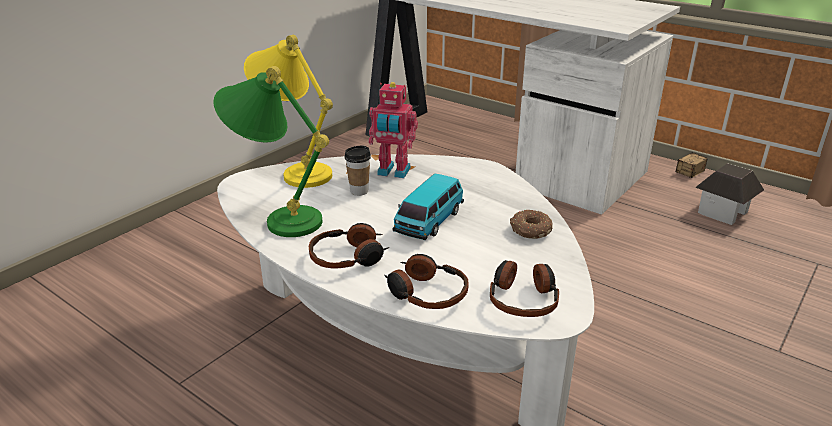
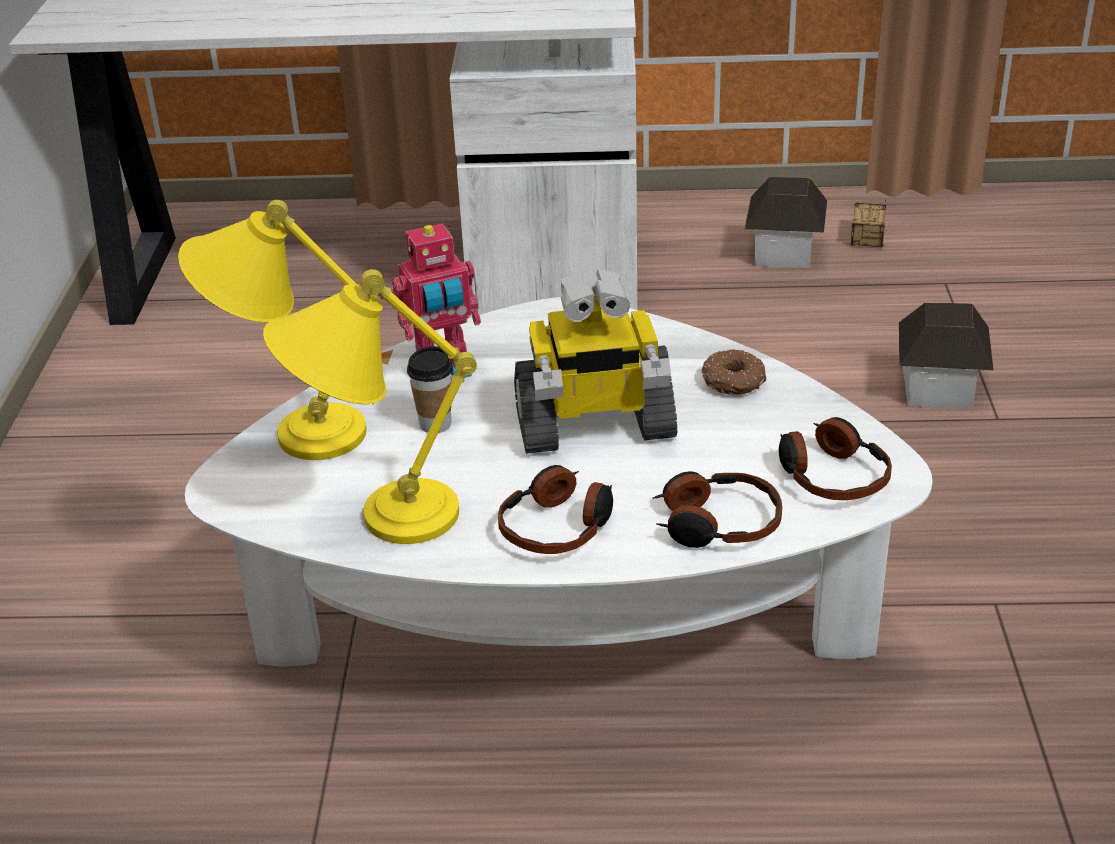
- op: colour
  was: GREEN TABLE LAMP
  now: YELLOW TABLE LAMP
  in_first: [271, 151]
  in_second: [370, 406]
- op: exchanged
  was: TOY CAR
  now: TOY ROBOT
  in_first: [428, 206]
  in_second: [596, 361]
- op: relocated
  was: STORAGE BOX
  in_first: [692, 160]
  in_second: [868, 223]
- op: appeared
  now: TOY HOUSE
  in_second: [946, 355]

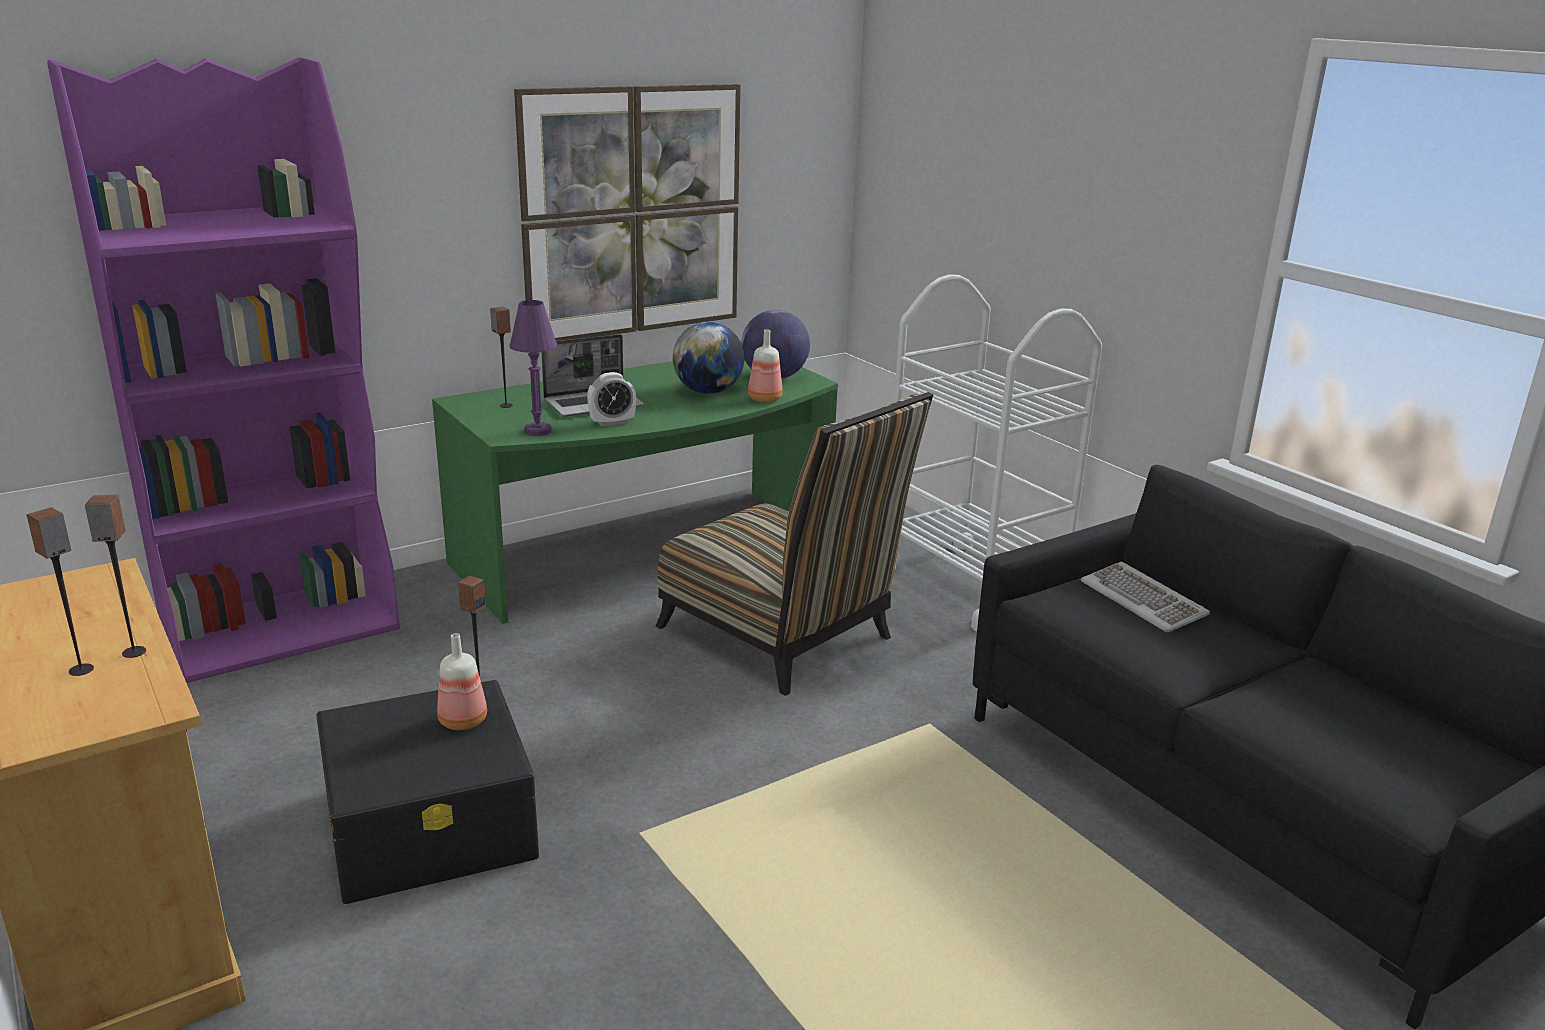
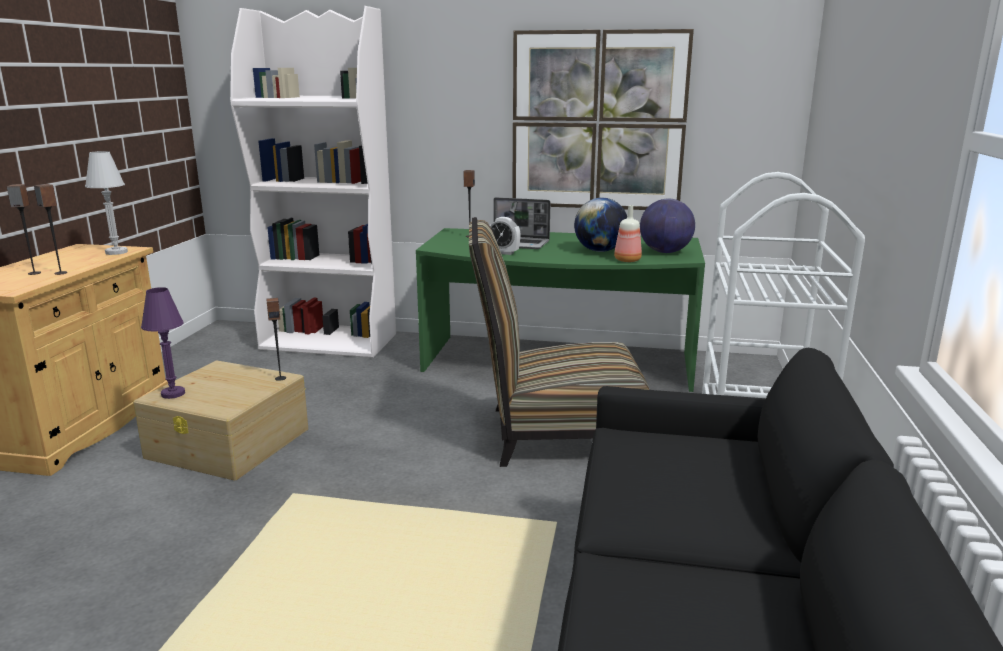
- op: appeared
  now: WHITE TABLE LAMP
  in_second: [106, 203]
- op: colour
  was: BLACK STORAGE BOX
  now: BEIGE STORAGE BOX
  in_first: [428, 792]
  in_second: [220, 420]
- op: relocated
  was: PURPLE TABLE LAMP
  in_first: [533, 368]
  in_second: [163, 343]
- op: colour
  was: PURPLE BOOKCASE
  now: WHITE BOOKCASE
  in_first: [223, 370]
  in_second: [313, 182]
- op: spun
  was: CHAIR
  in_first: [794, 544]
  in_second: [559, 342]
  clockwise: 90
- op: missing
  was: BOTTLE
  in_first: [462, 681]
- op: missing
  was: KEYBOARD
  in_first: [1145, 597]

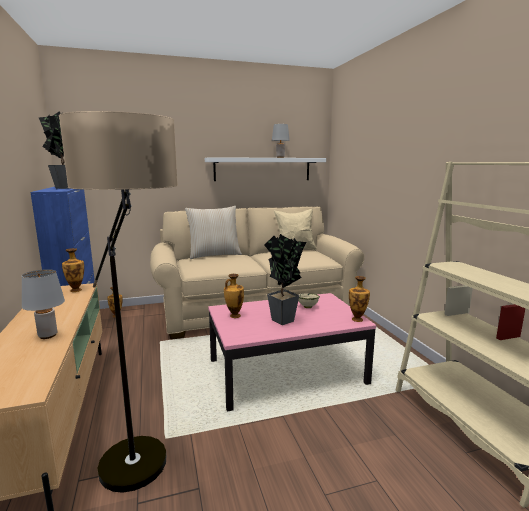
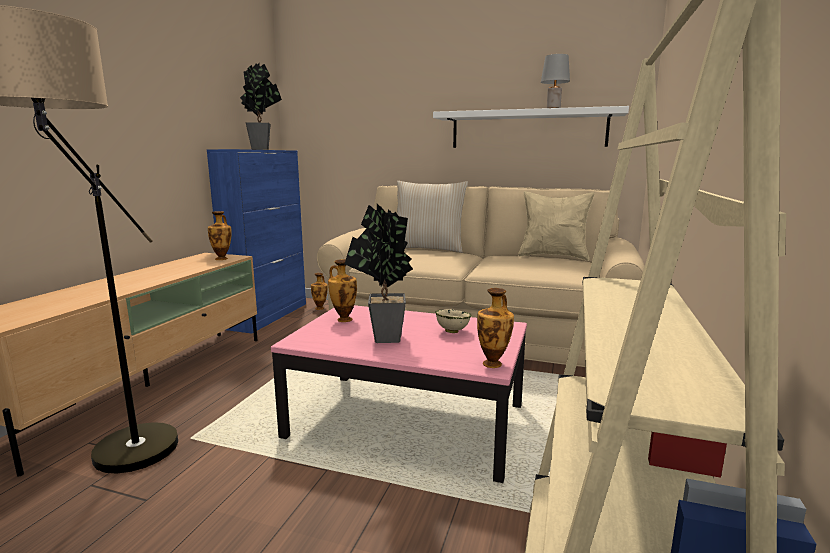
- op: missing
  was: GREY TABLE LAMP
  in_first: [43, 304]

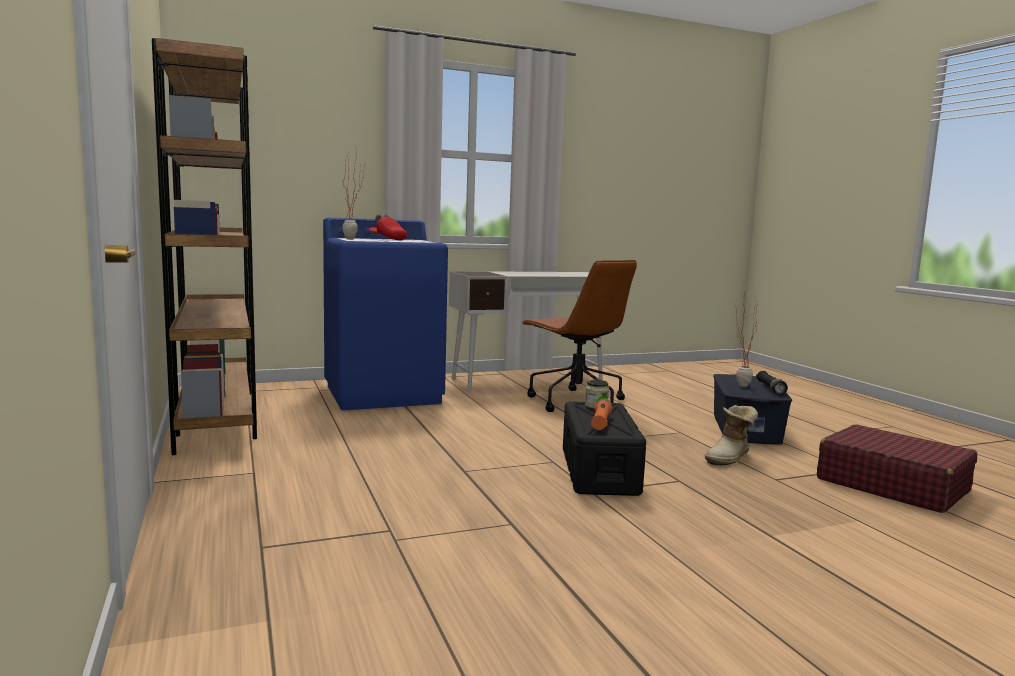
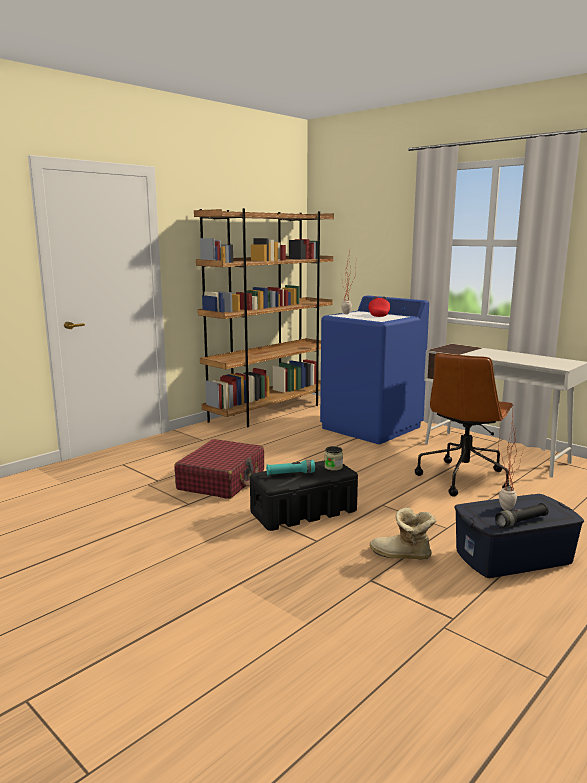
- op: relocated
  was: RED SUITCASE
  in_first: [897, 468]
  in_second: [219, 469]
- op: colour
  was: ORANGE FLASHLIGHT
  now: TURQUOISE FLASHLIGHT
  in_first: [601, 414]
  in_second: [290, 467]

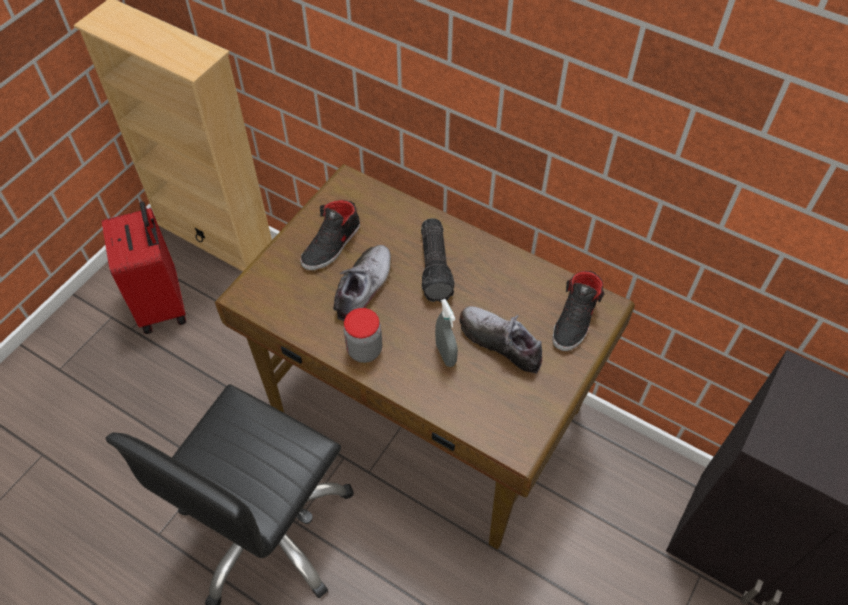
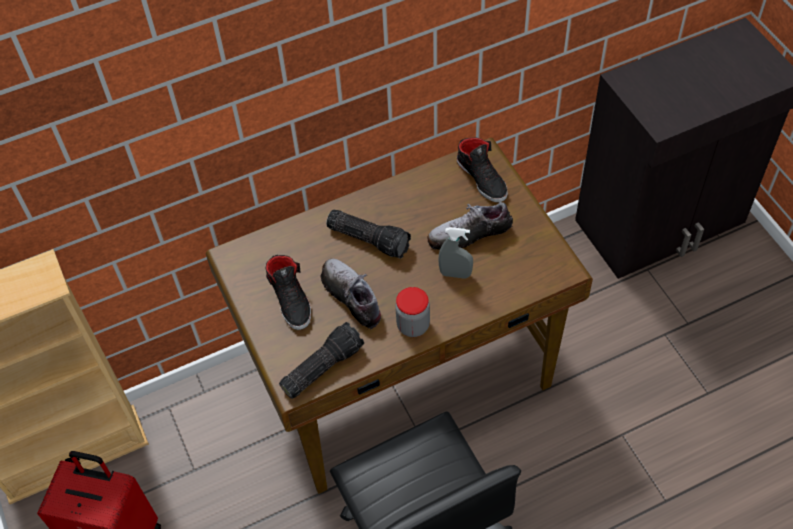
- op: appeared
  now: FLASHLIGHT
  in_second: [321, 360]

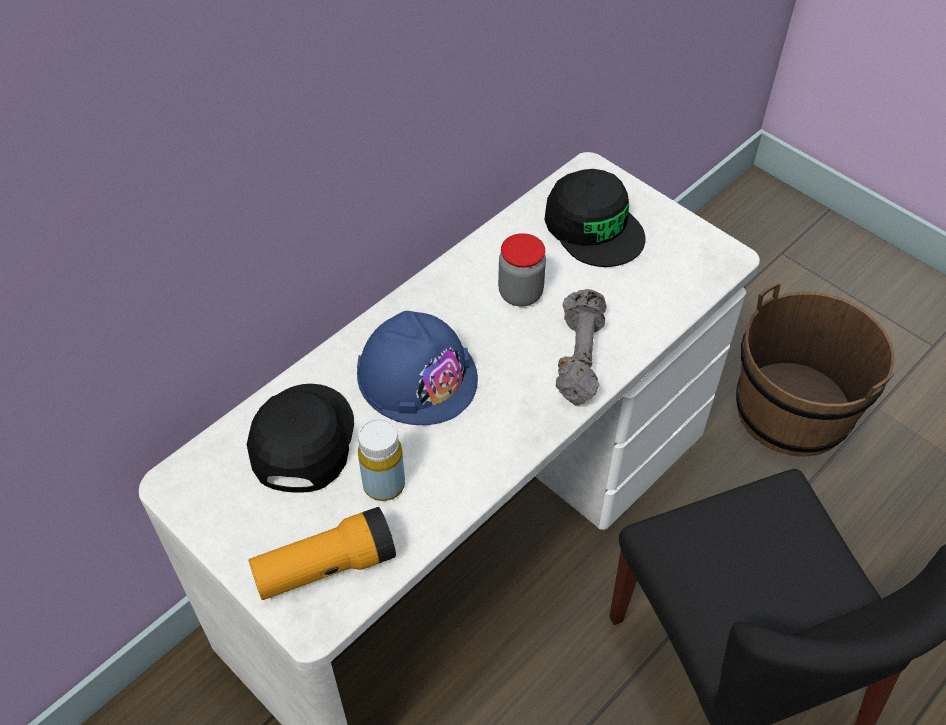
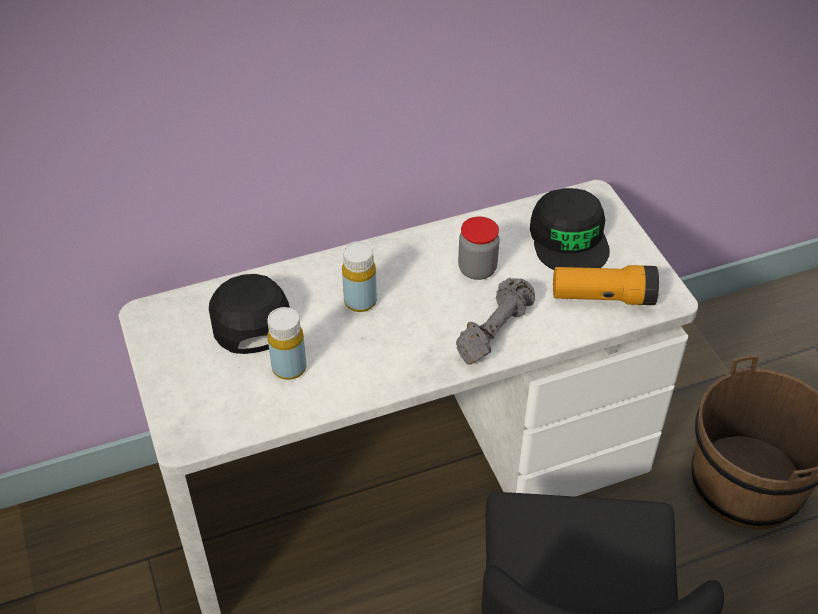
- op: spun
  was: BLACK CAP
  in_first: [300, 438]
  in_second: [249, 314]
  clockwise: -45
- op: exchanged
  was: BLUE HARD HAT
  now: YELLOW BOTTLE
  in_first: [417, 368]
  in_second: [359, 276]
- op: relocated
  was: FLASHLIGHT
  in_first: [322, 553]
  in_second: [606, 285]

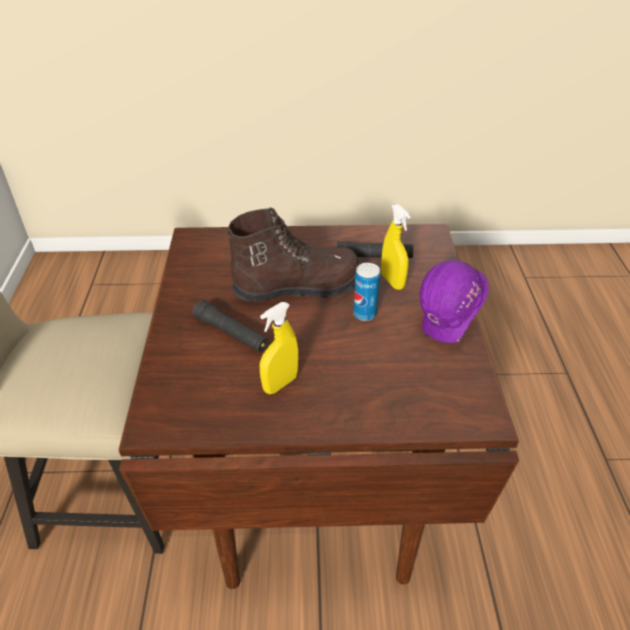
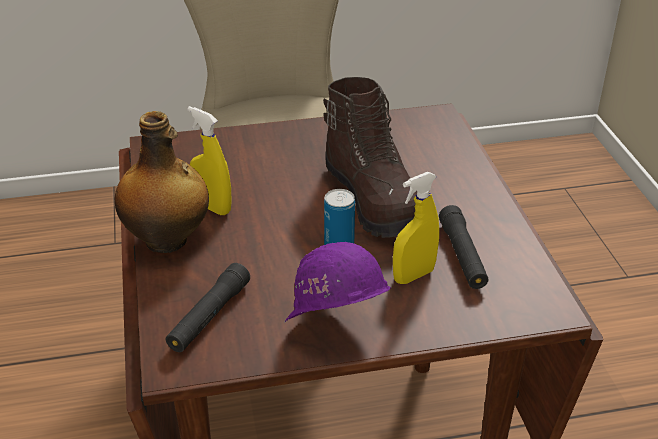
- op: appeared
  now: BOTTLE
  in_second: [161, 182]
- op: relocated
  was: BLACK FLASHLIGHT
  in_first: [231, 326]
  in_second: [208, 307]

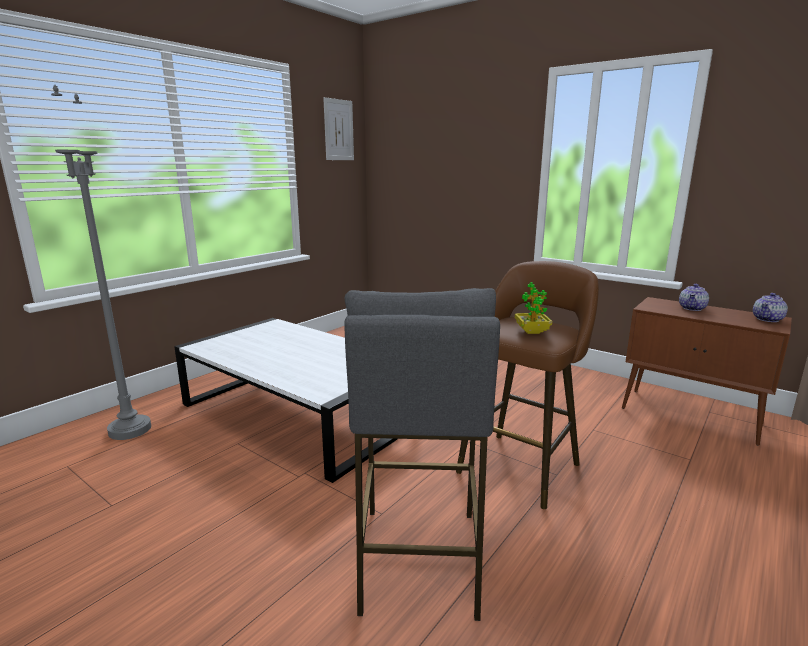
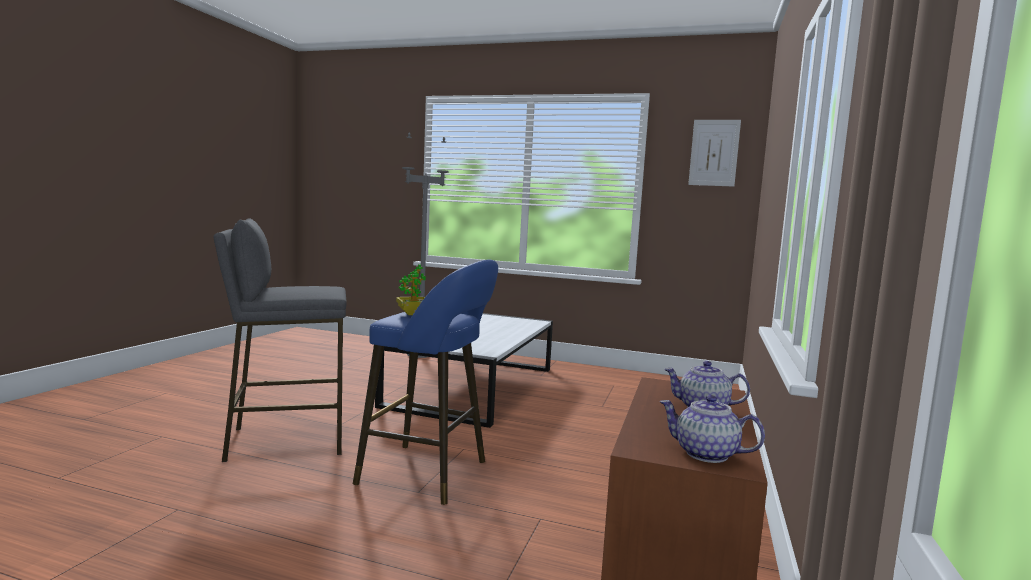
- op: colour
  was: BROWN STOOL
  now: BLUE STOOL
  in_first: [527, 385]
  in_second: [425, 382]

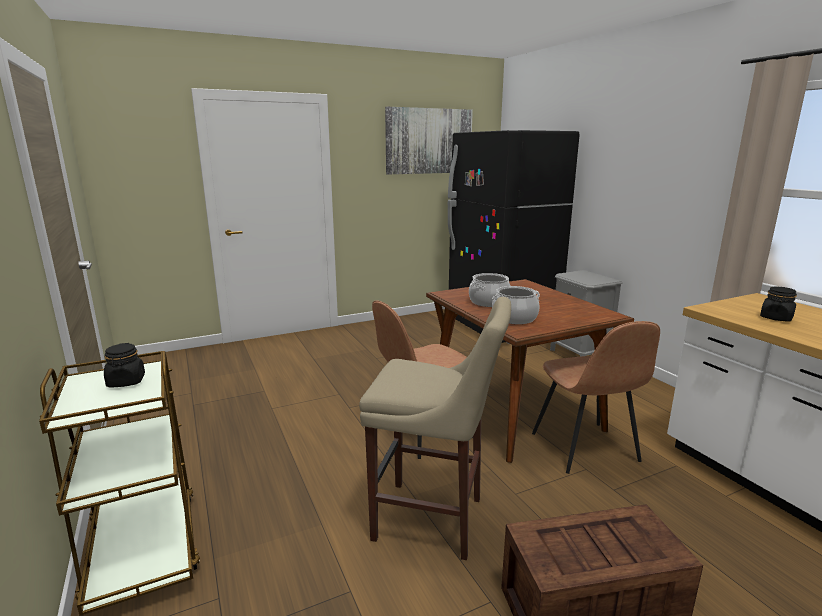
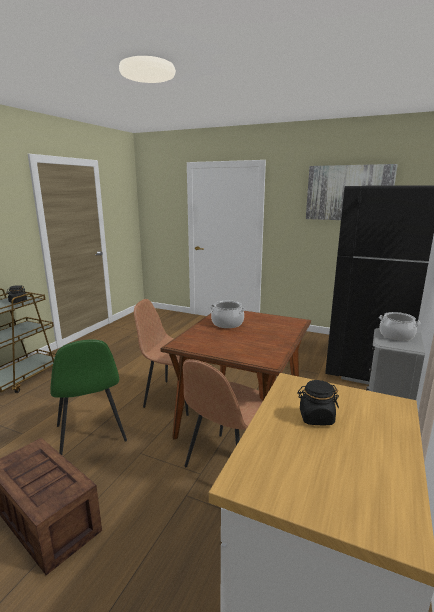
- op: exchanged
  was: BEIGE STOOL
  now: GREEN CHAIR
  in_first: [435, 428]
  in_second: [88, 397]
- op: relocated
  was: COOKING POT
  in_first: [516, 305]
  in_second: [399, 326]

